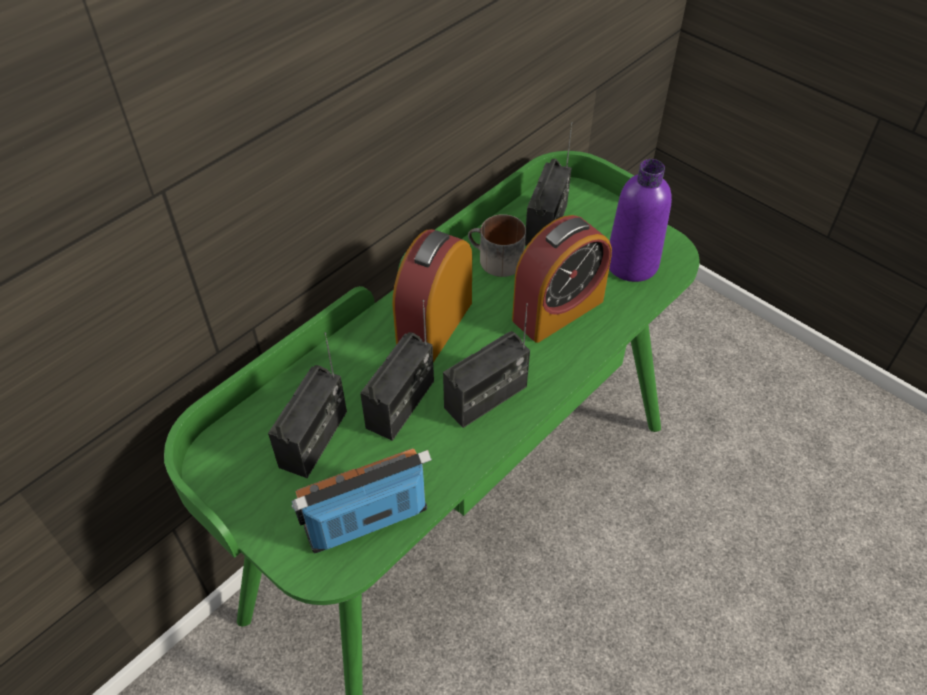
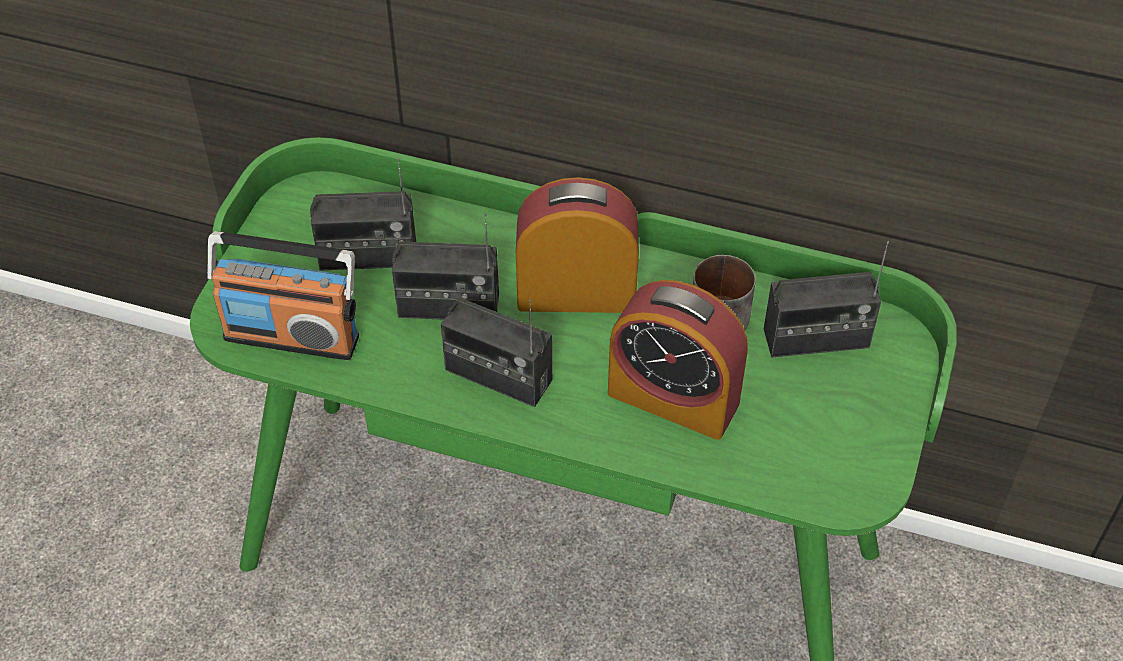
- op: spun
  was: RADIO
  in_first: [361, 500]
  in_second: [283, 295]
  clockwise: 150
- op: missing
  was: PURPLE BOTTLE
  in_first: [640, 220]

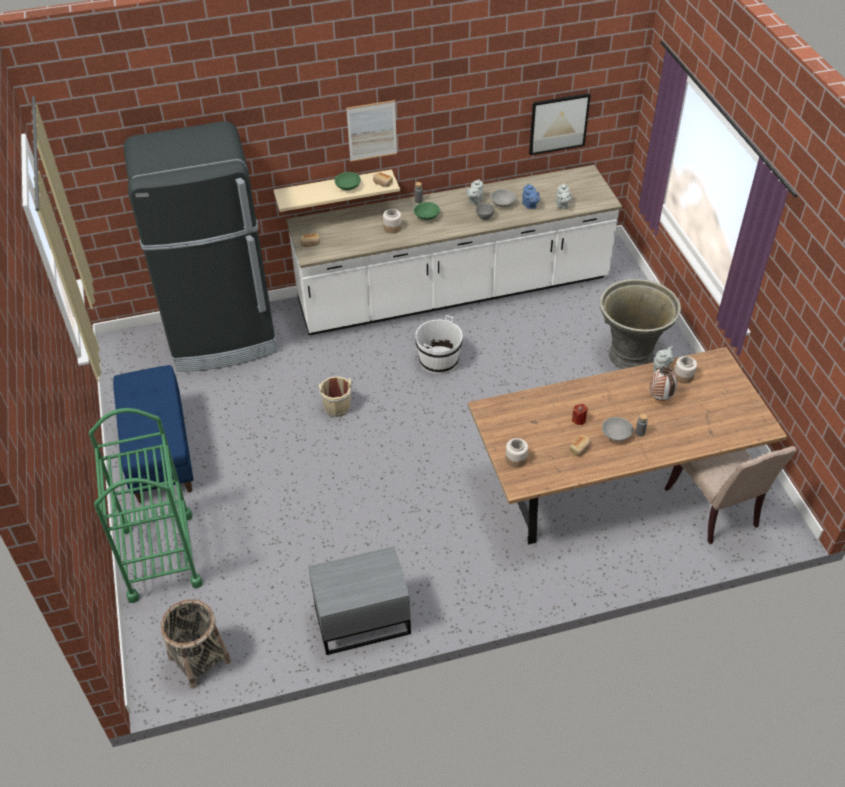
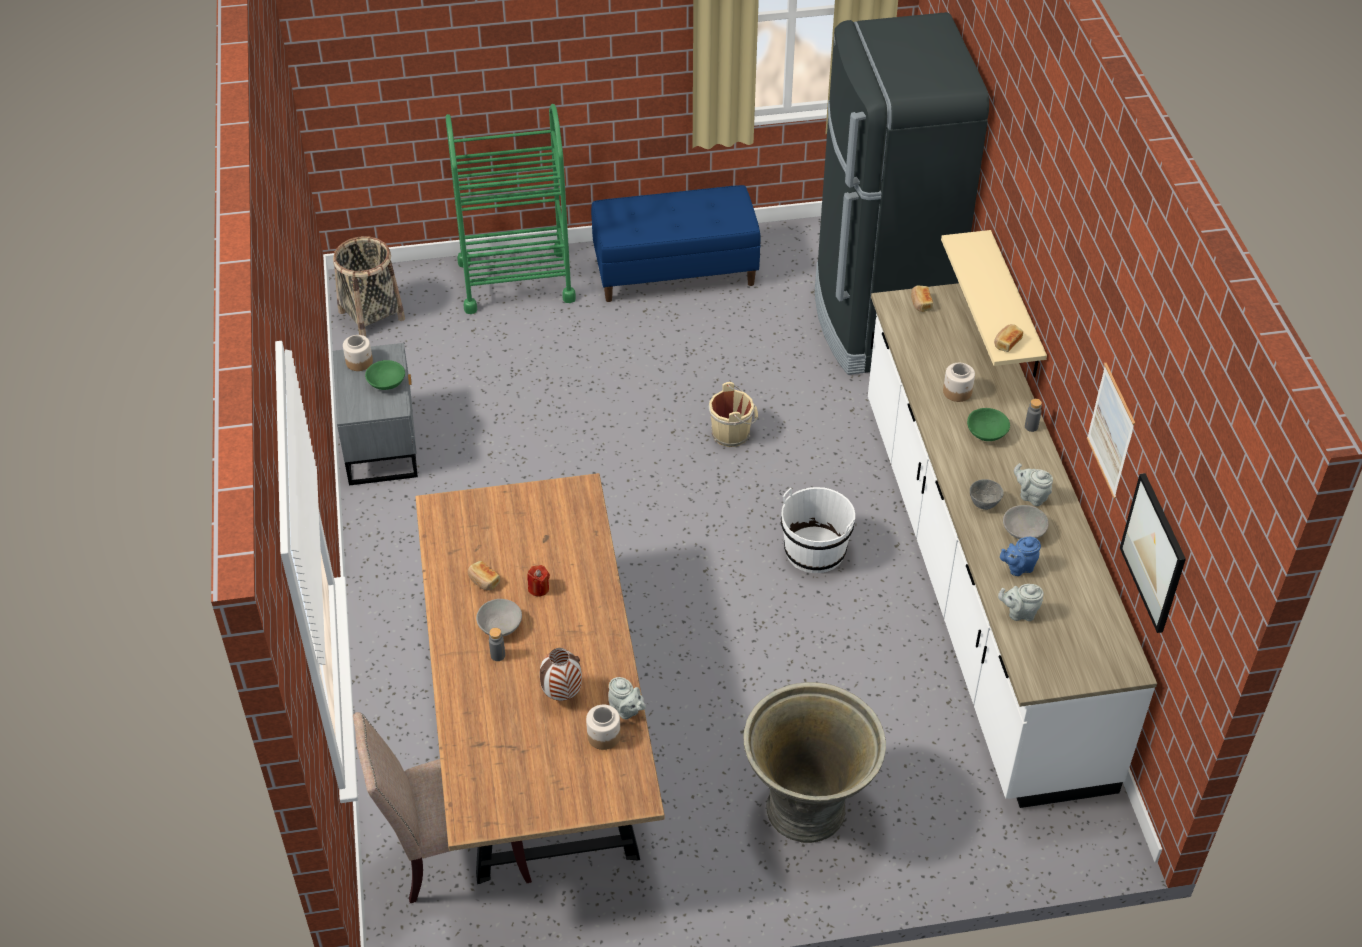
- op: relocated
  was: JAR
  in_first: [516, 453]
  in_second: [358, 353]
- op: relocated
  was: GREEN BOWL
  in_first: [348, 181]
  in_second: [385, 375]
- op: relocated
  was: PICTURE
  in_first: [371, 131]
  in_second: [1111, 431]

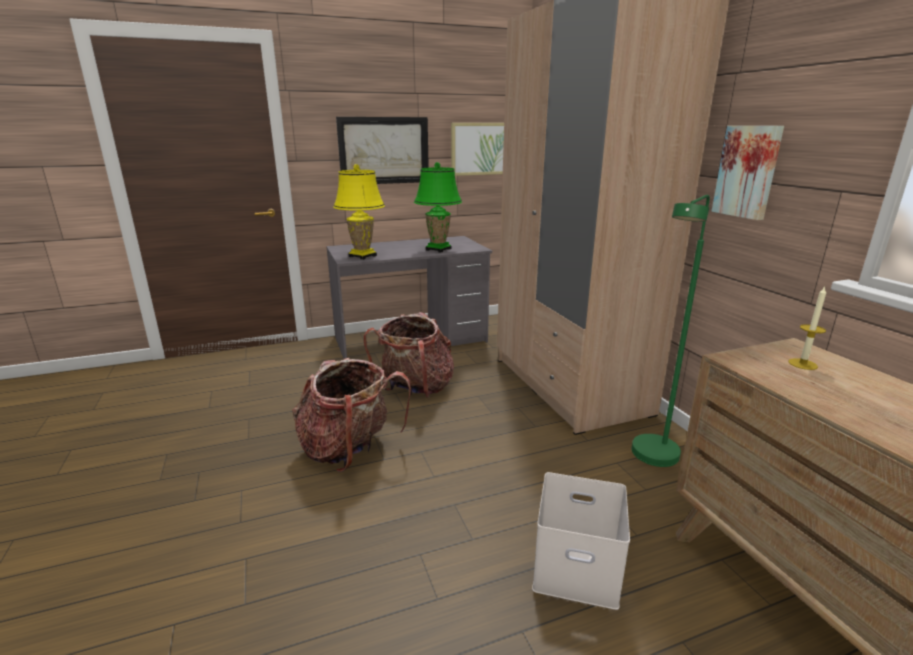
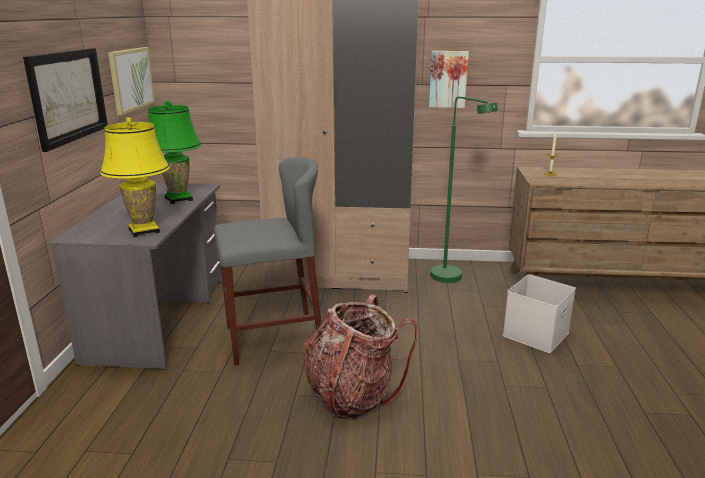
- op: exchanged
  was: BACKPACK
  now: GREY STOOL
  in_first: [409, 355]
  in_second: [268, 261]

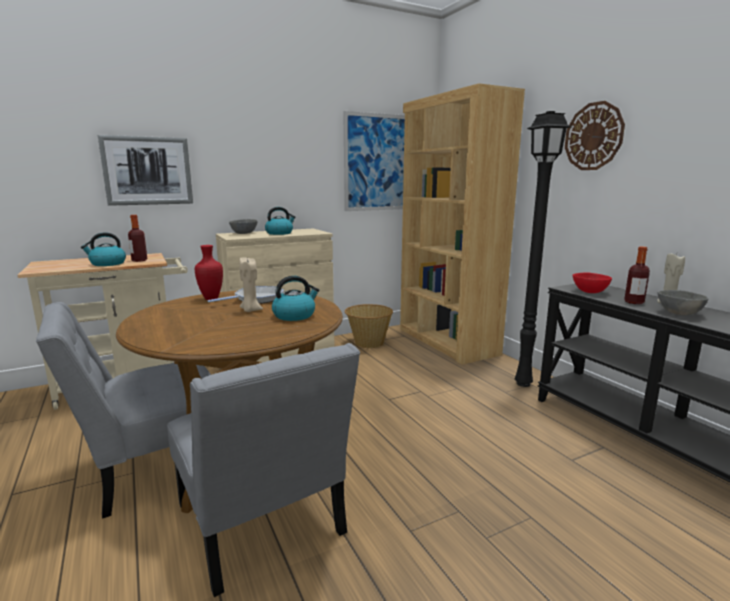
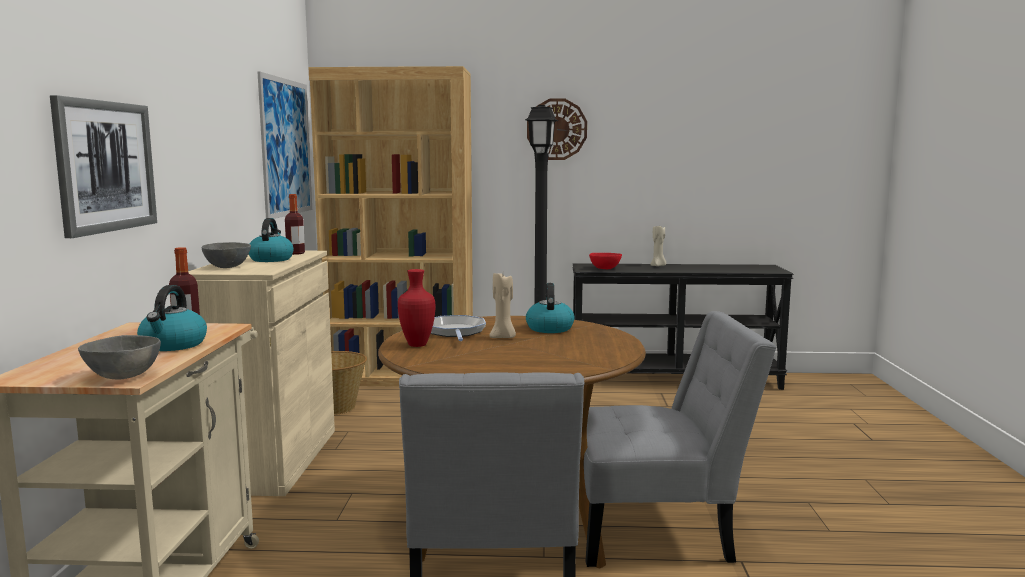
- op: relocated
  was: GREY BOWL
  in_first: [683, 302]
  in_second: [119, 357]
- op: relocated
  was: BOTTLE
  in_first: [637, 275]
  in_second: [295, 224]

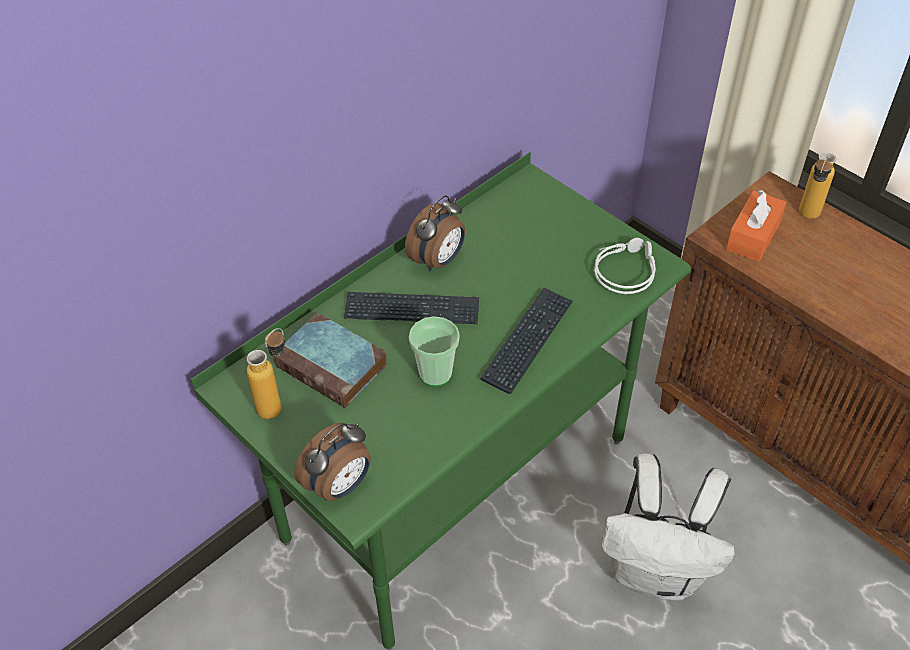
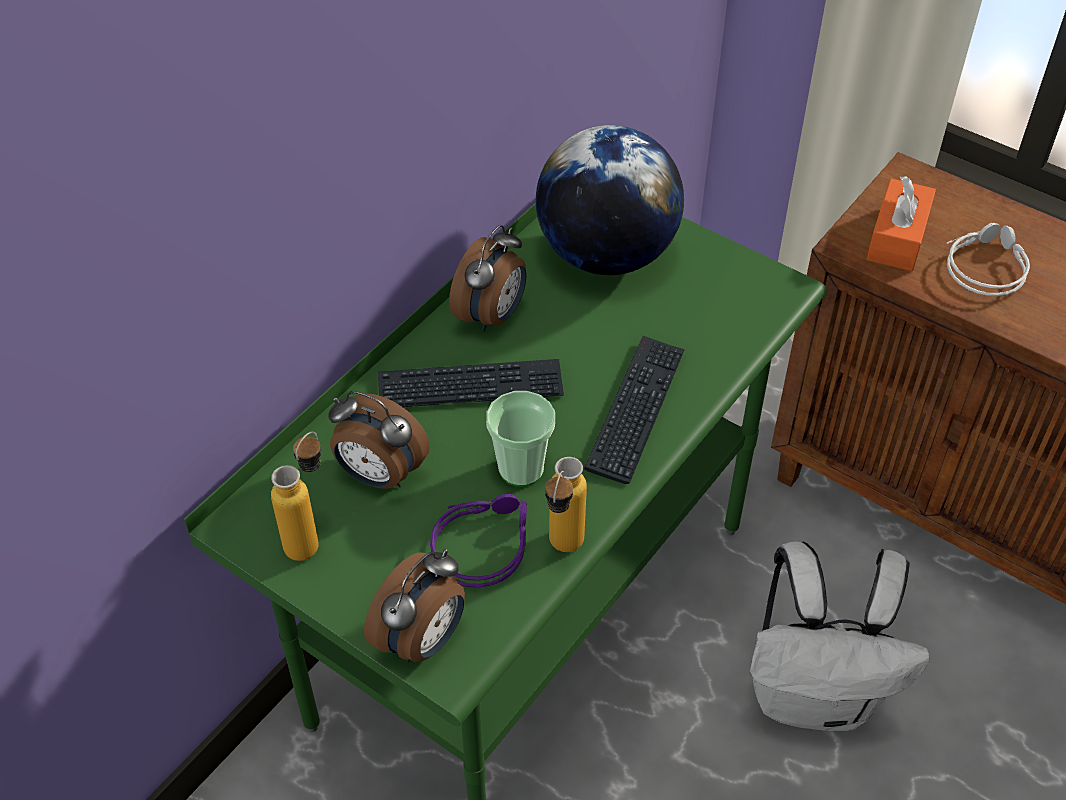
- op: exchanged
  was: BOOK
  now: ALARM CLOCK
  in_first: [330, 360]
  in_second: [379, 440]
- op: appeared
  now: PURPLE HEADPHONES
  in_second: [478, 541]
- op: appeared
  now: GLOBE
  in_second: [610, 200]
- op: relocated
  was: BOTTLE
  in_first: [817, 185]
  in_second: [566, 504]
- op: relocated
  was: GREY HEADPHONES
  in_first: [625, 266]
  in_second: [988, 259]

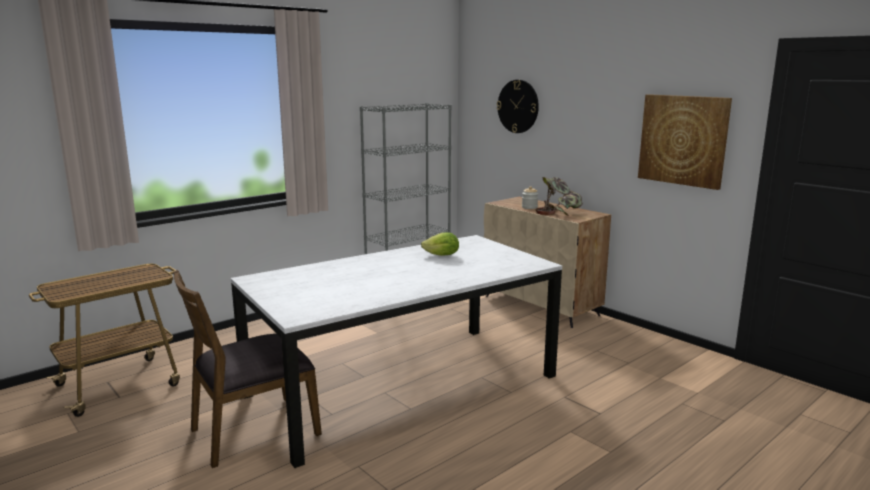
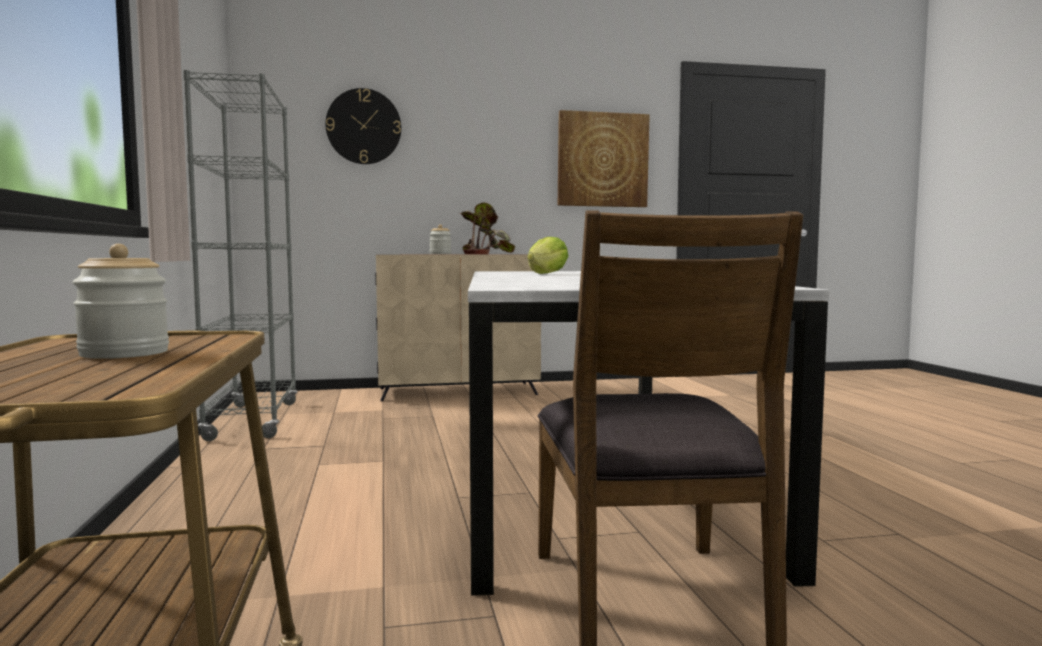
- op: appeared
  now: JAR
  in_second: [120, 301]

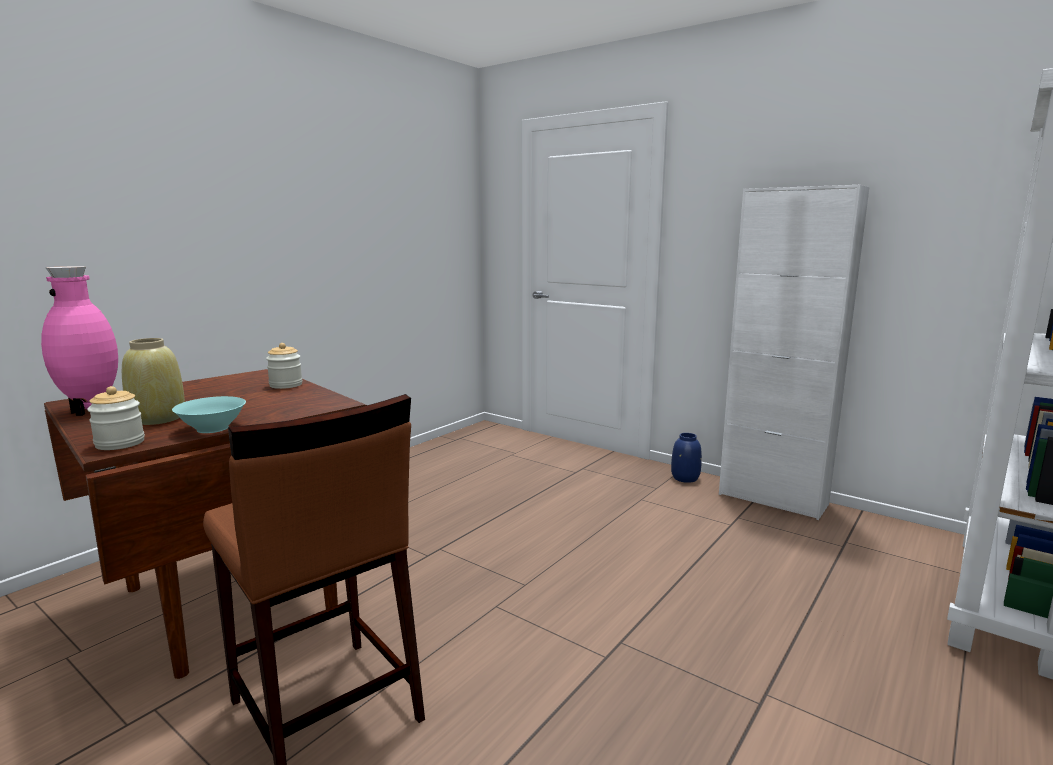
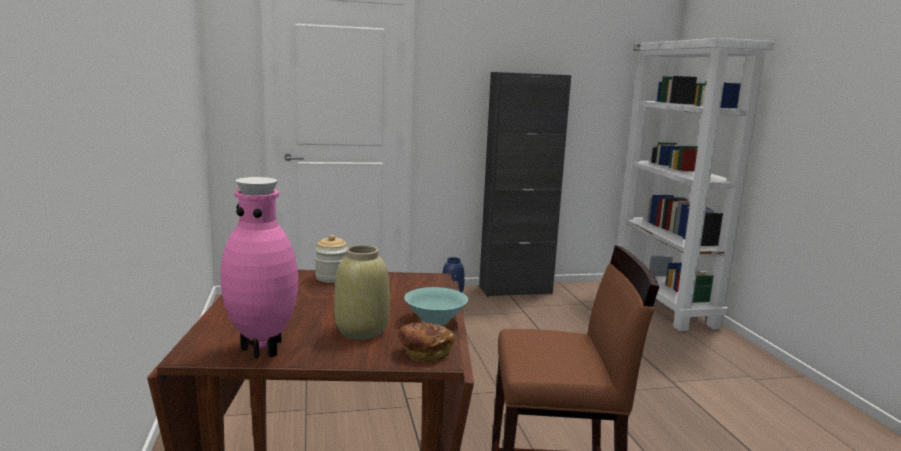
- op: exchanged
  was: JAR
  now: BREAD
  in_first: [116, 418]
  in_second: [426, 342]
- op: colour
  was: WHITE CABINET
  now: BLACK CABINET
  in_first: [794, 352]
  in_second: [525, 184]

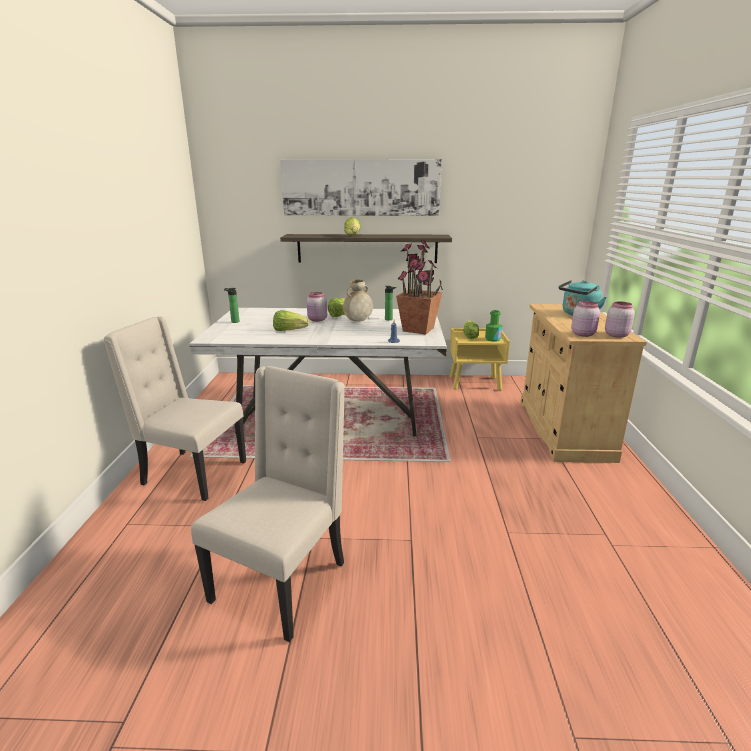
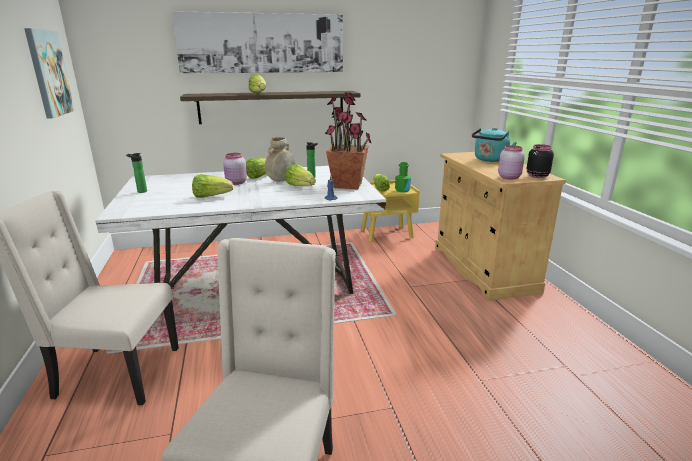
- op: appeared
  now: PICTURE
  in_second: [49, 73]
- op: appeared
  now: LETTUCE
  in_second: [301, 175]
- op: colour
  was: PINK JAR
  now: BLACK JAR
  in_first: [620, 319]
  in_second: [540, 161]

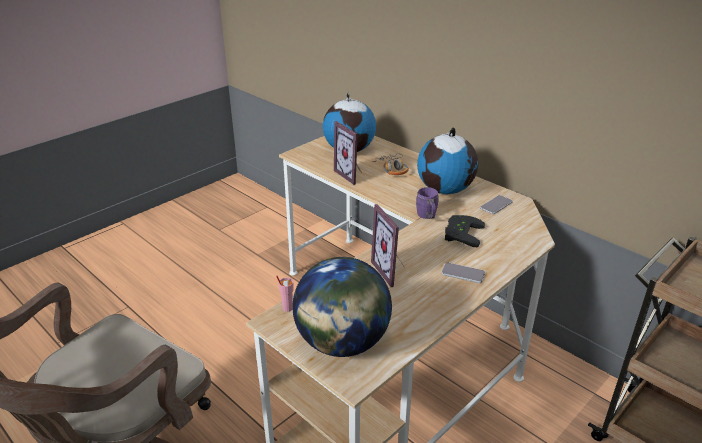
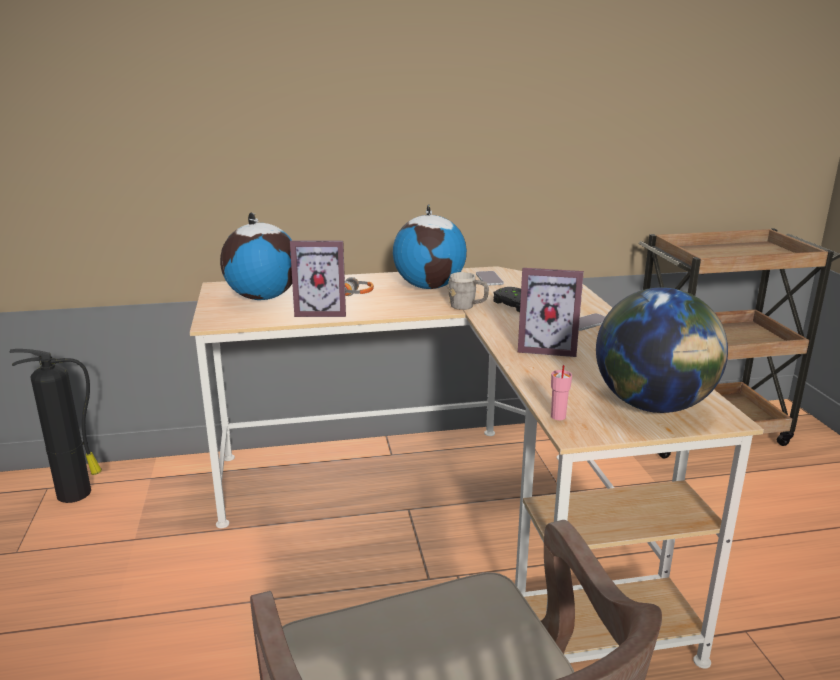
- op: appeared
  now: FIRE EXTINGUISHER
  in_second: [56, 426]
- op: colour
  was: PURPLE MUG
  now: GREY MUG
  in_first: [427, 203]
  in_second: [468, 291]

